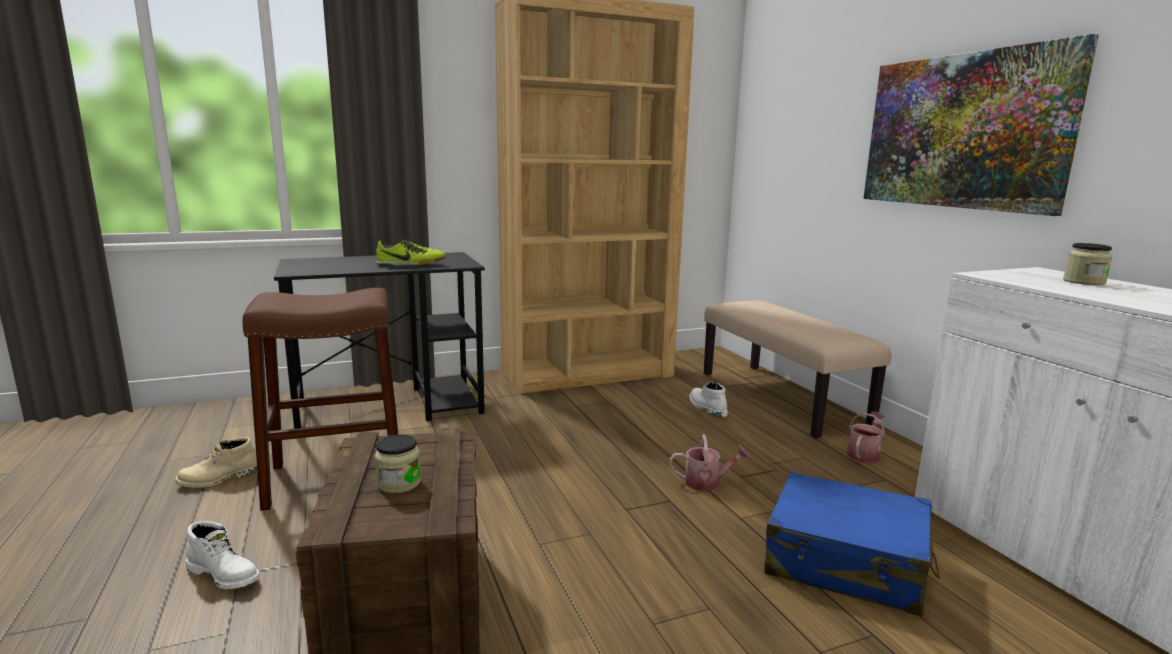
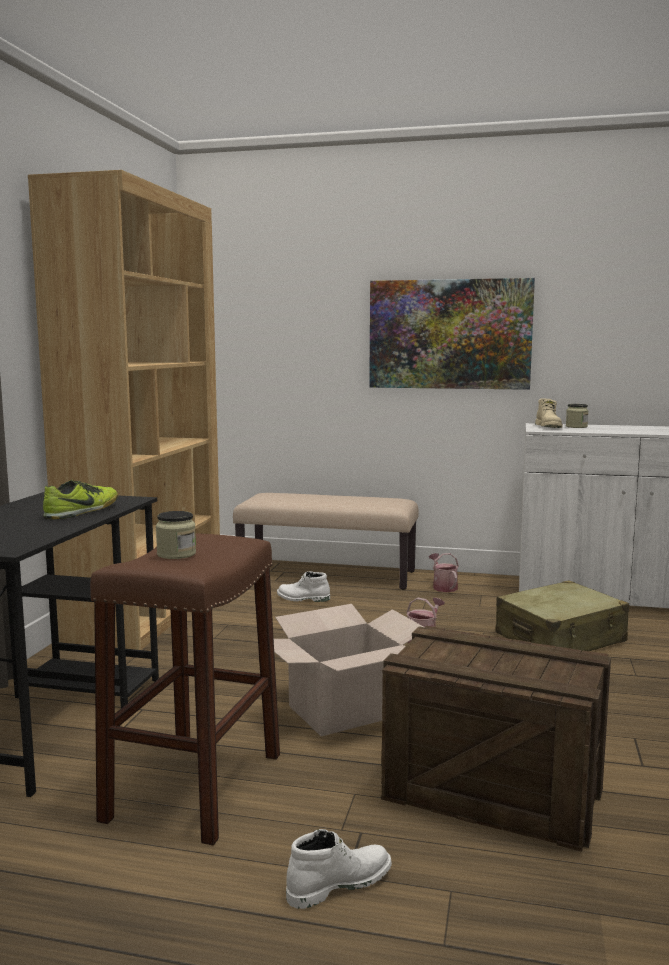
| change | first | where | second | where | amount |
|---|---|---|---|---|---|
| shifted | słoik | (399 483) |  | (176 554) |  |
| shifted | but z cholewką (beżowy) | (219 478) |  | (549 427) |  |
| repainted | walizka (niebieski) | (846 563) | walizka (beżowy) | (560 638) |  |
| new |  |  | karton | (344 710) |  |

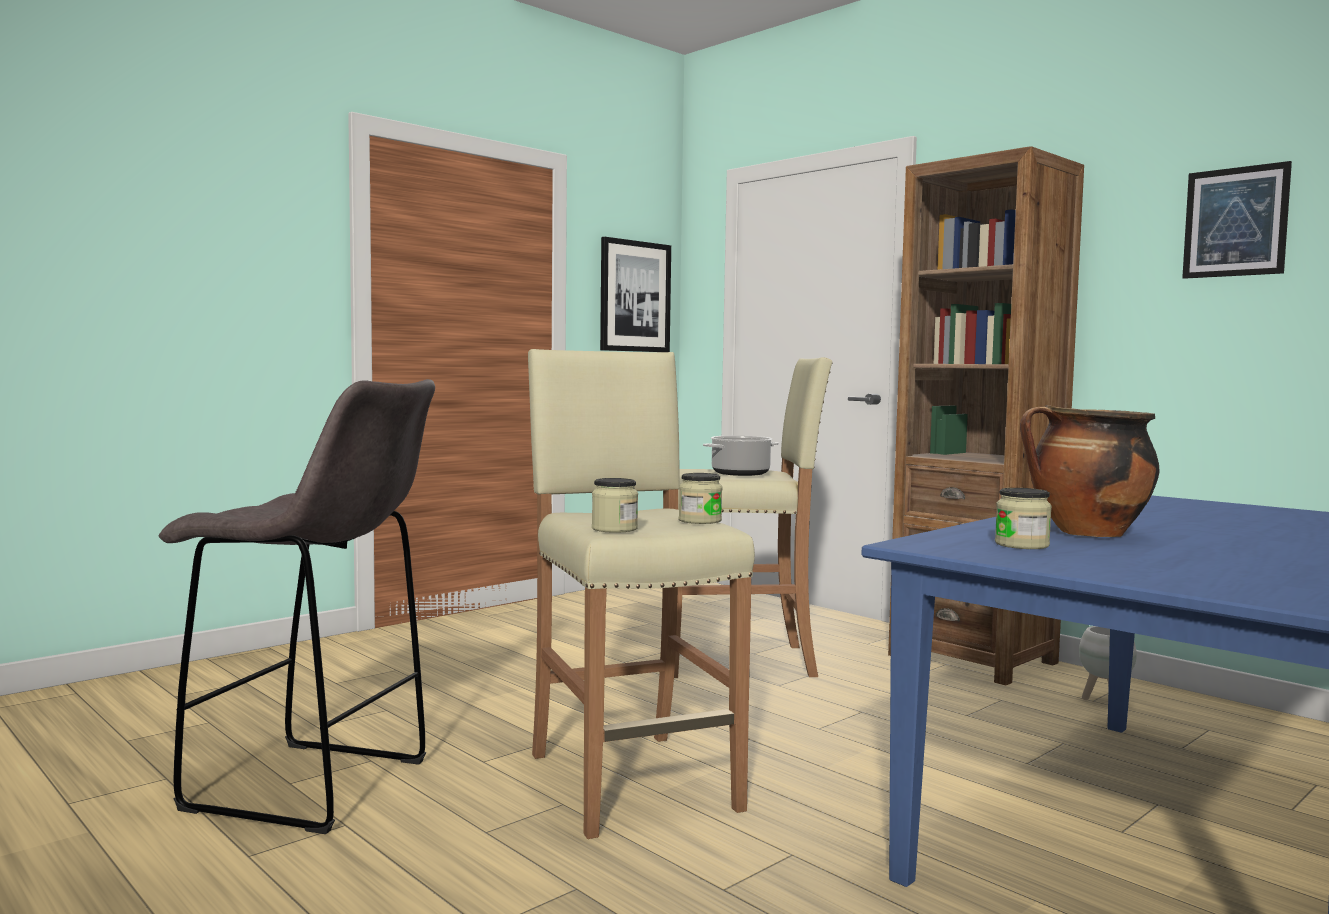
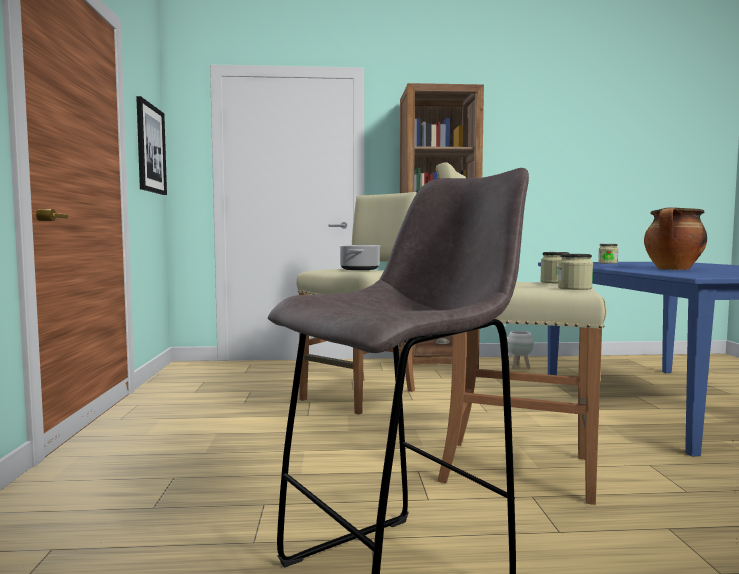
| change | first | where | second | where | amount |
|---|---|---|---|---|---|
| gone | obraz | (1235 222) |  |  |  |
| shifted | słoik | (1021 545) |  | (607 263) |  |

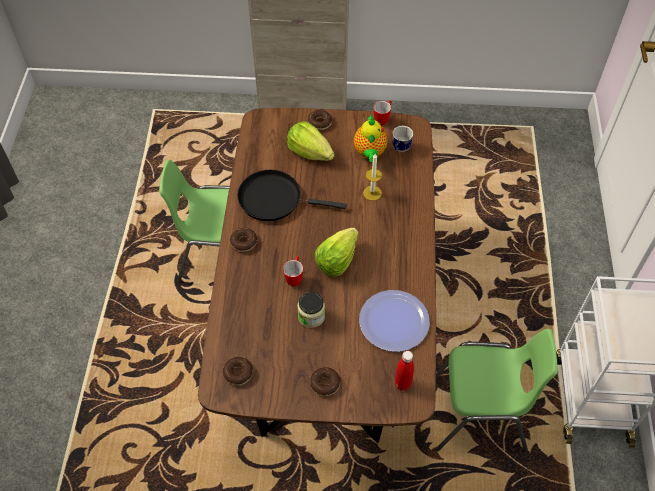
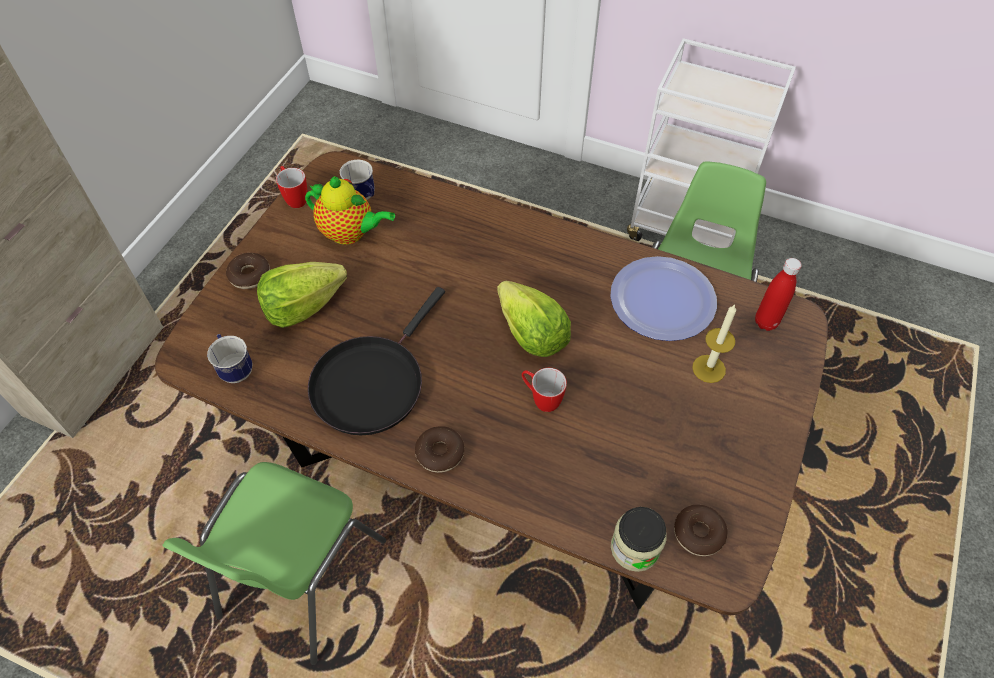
| change | first | where | second | where | amount |
|---|---|---|---|---|---|
| shifted | świeca | (372 193) |  | (709 368) |  |
| shifted | słoik | (311 316) |  | (635 548) |  |
| gone | donut | (325 383) |  |  |  |
| new |  |  | kubek | (235 368) |  |

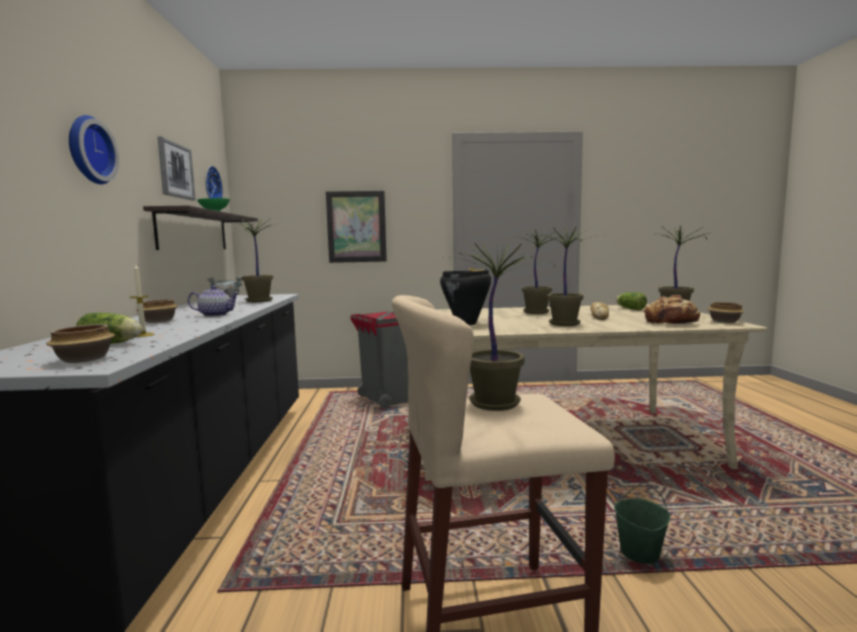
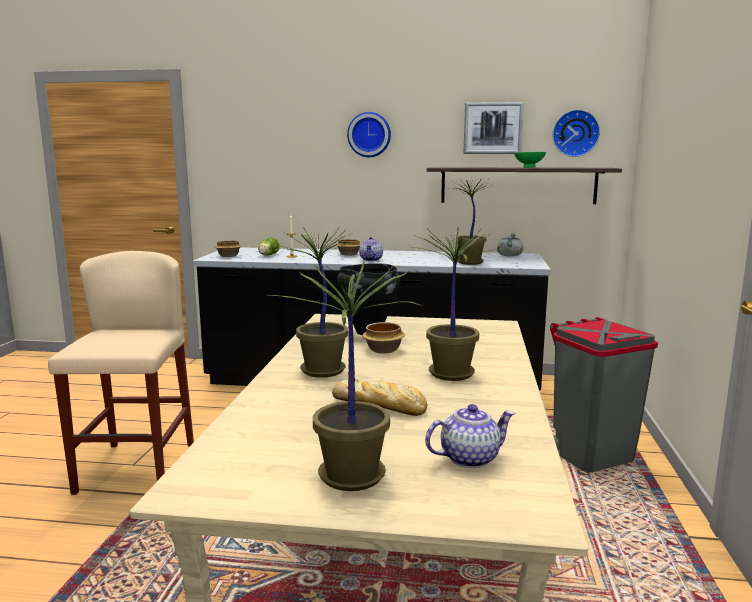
| change | first | where | second | where | amount |
|---|---|---|---|---|---|
| gone | obraz | (356 227) |  |  |  |
| gone | roślina doniczkowa | (496 403) |  |  |  |
| swapped | sałata | (629 309) | imbryk | (469 458) |  |
| gone | chleb | (671 323) |  |  |  |
| shifted | miska | (724 321) |  | (384 350) |  |
| gone | wiadro (zielony) | (639 554) |  |  |  |

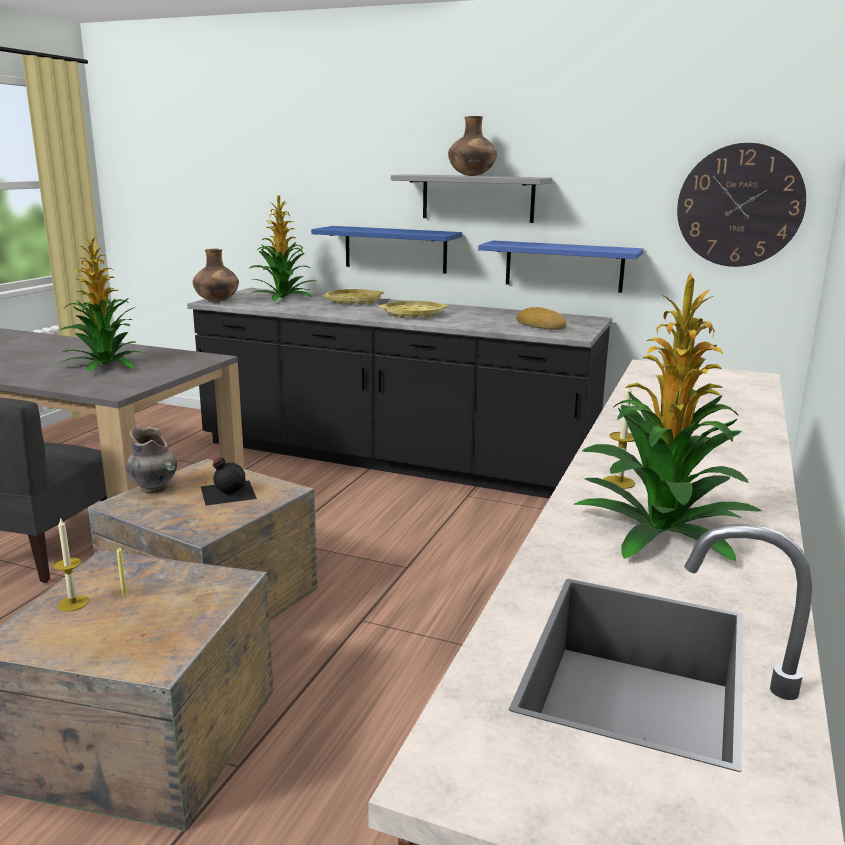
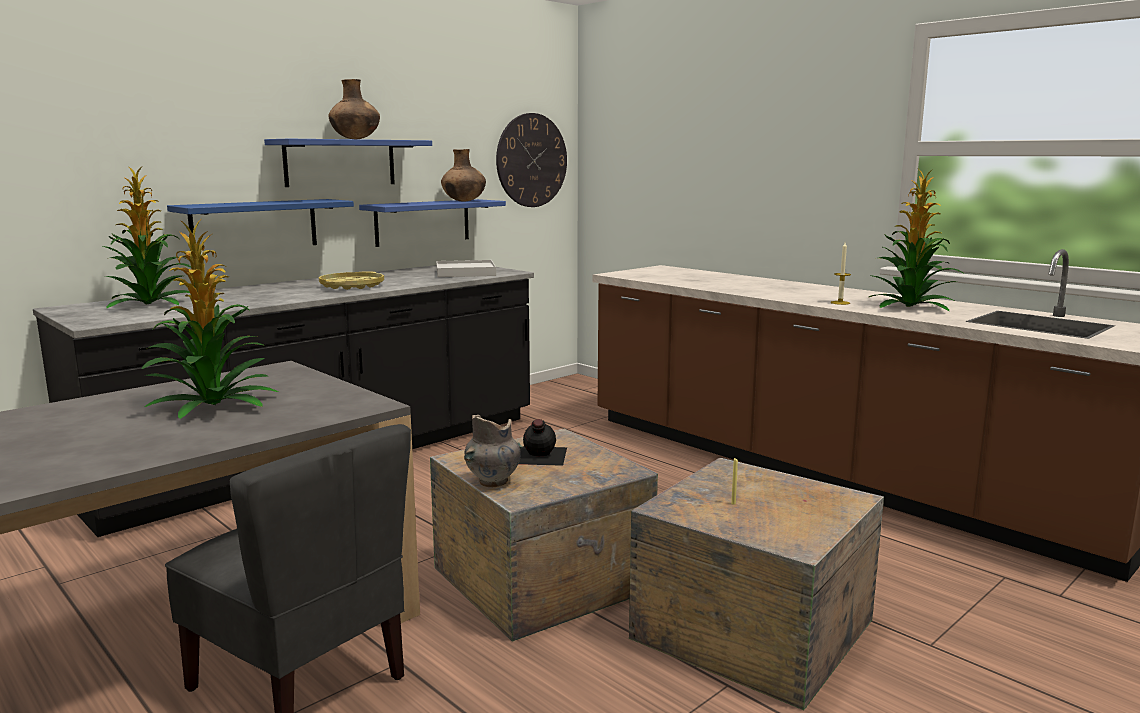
| change | first | where | second | where | amount |
|---|---|---|---|---|---|
| repainted | półka (szary) | (477 198) | półka (niebieski) | (340 163) |  |
| shifted | wazon (brązowy) | (217 301) |  | (464 201) |  |
| gone | taca (żółty) | (353 301) |  |  |  |
| swapped | chleb | (541 325) | taca (biały) | (465 272) |  |
| gone | świeca | (73 603) |  |  |  |

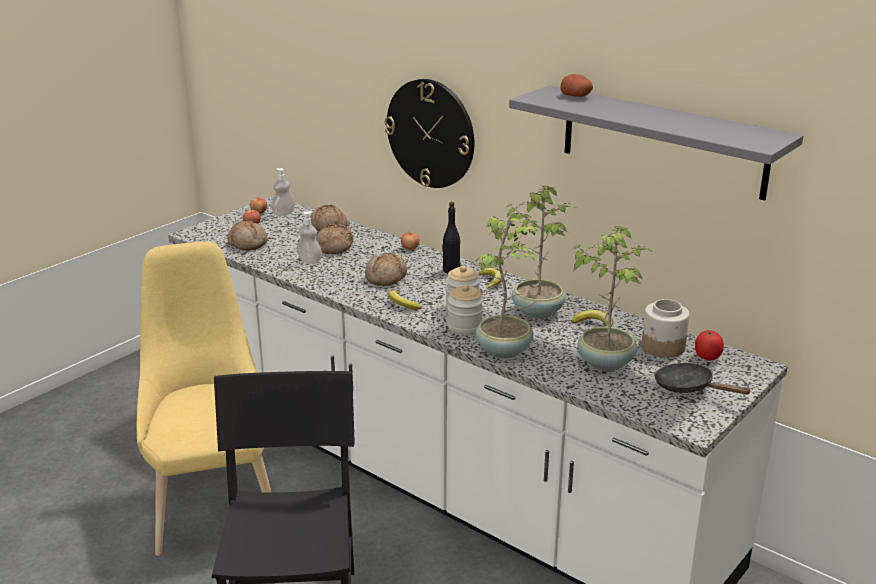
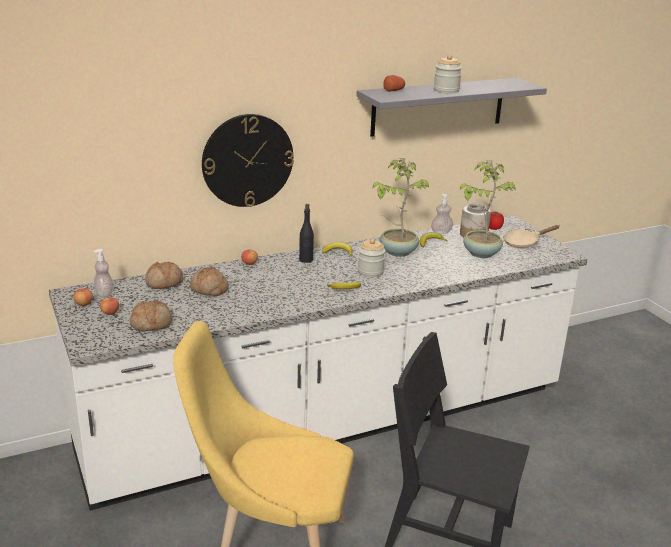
| change | first | where | second | where | amount |
|---|---|---|---|---|---|
| shifted | dozownik mydła | (309 261) |  | (441 232) |  |
| gone | roślina doniczkowa | (505 350) |  |  |  |
| gone | chleb | (386 278) |  |  |  |
| shifted | słoik | (465 328) |  | (446 90) |  |
| repainted | patelnia (czarny) | (689 387) | patelnia (beżowy) | (524 243) |  |

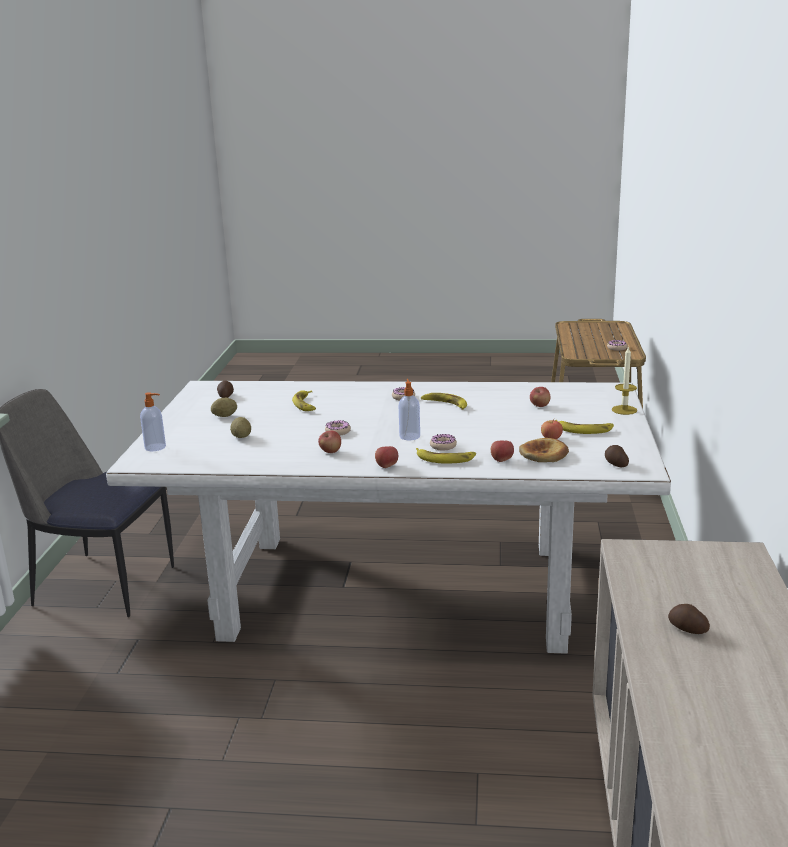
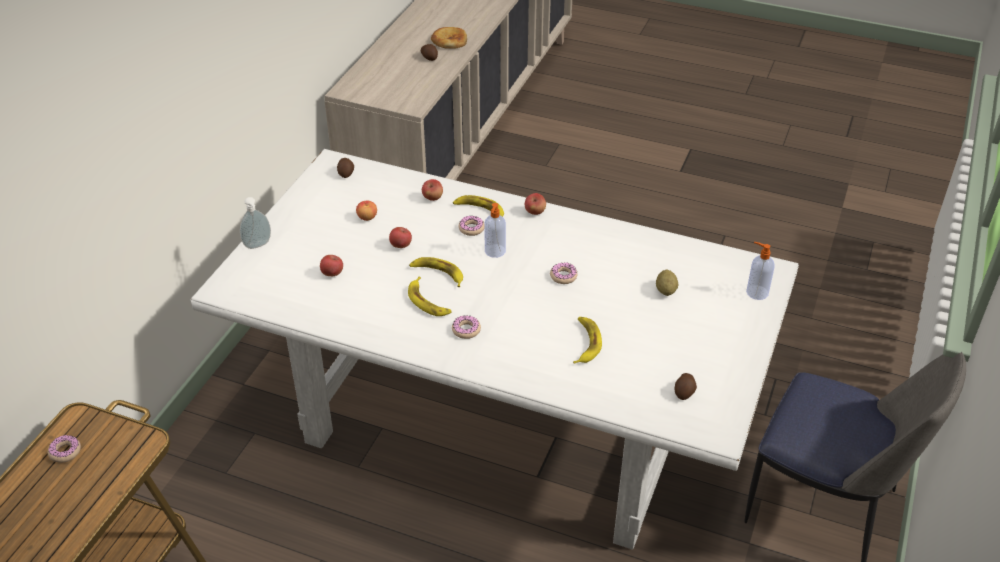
| change | first | where | second | where | amount |
|---|---|---|---|---|---|
| swapped | świeca | (624 410) | dozownik mydła | (258 245) |  |
| gone | ziemniak | (224 416) |  |  |  |
| shifted | banan | (584 430) |  | (437 273) |  |
| shifted | jabłko | (330 451) |  | (401 245) |  |
| shifted | chleb | (544 454) |  | (449 40) |  |

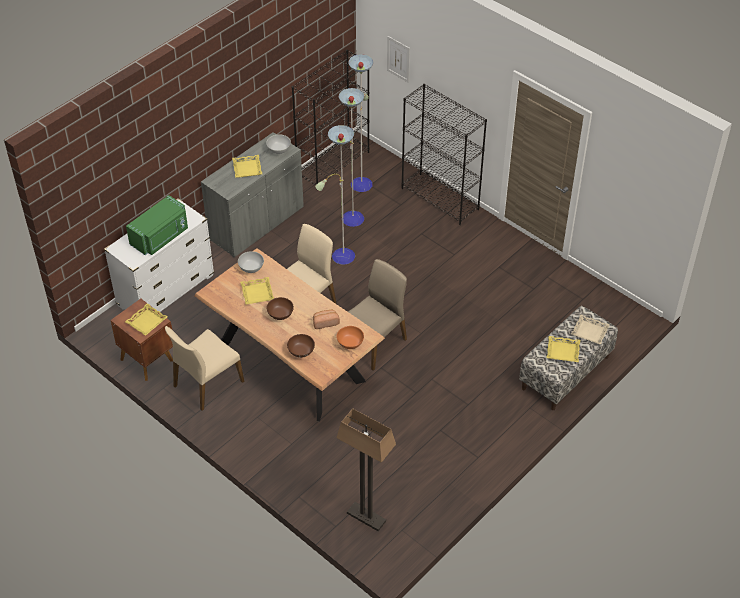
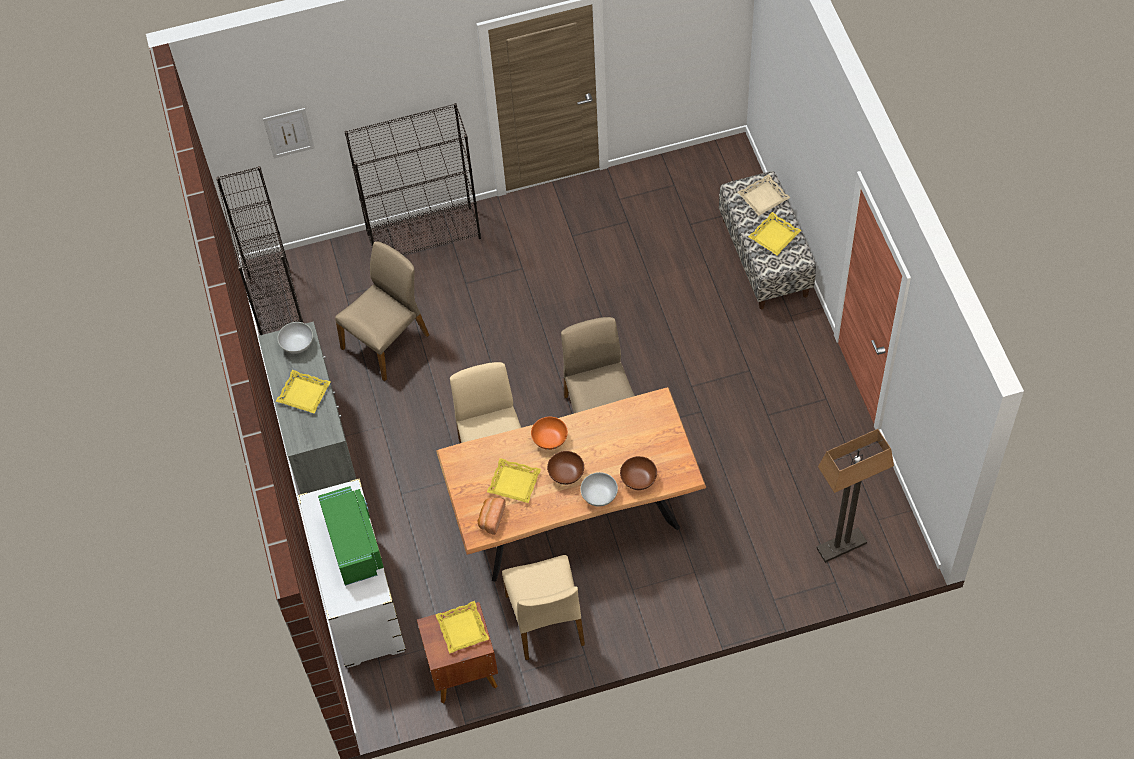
| change | first | where | second | where | amount |
|---|---|---|---|---|---|
| swapped | lampa stojąca | (351 218) | krzesło (beżowy) | (386 341) |  |
| shifted | miska (biały) | (251 268) |  | (599 496) |  |
| shifted | chleb | (325 322) |  | (491 519) |  |
| shifted | miska (pomarańczowy) | (350 344) |  | (550 440) |  |

